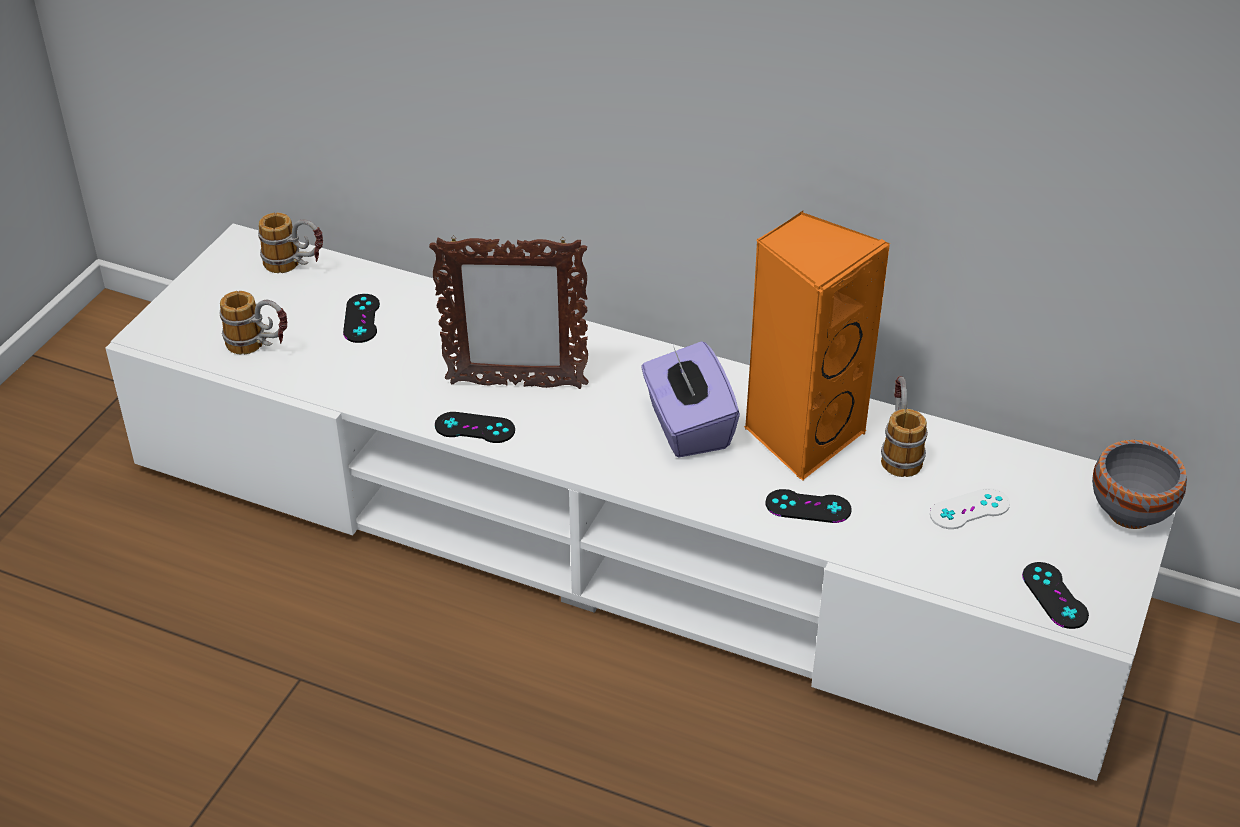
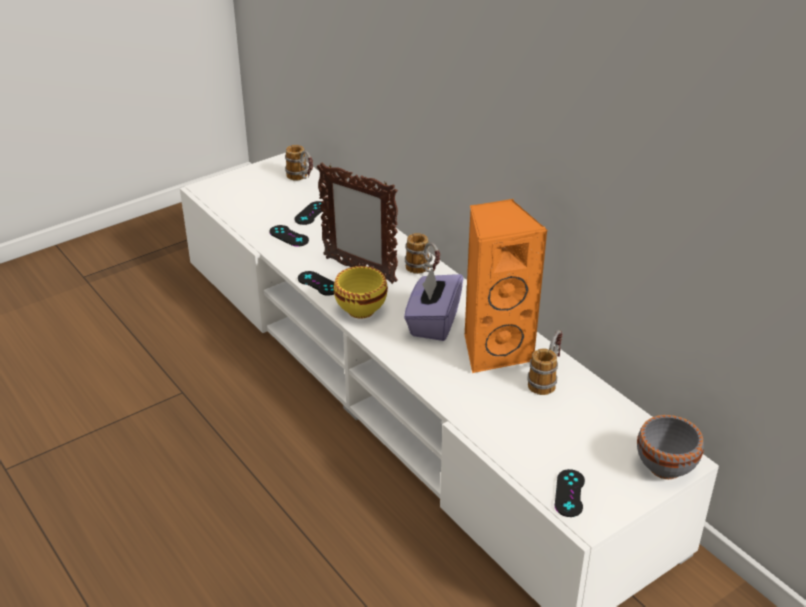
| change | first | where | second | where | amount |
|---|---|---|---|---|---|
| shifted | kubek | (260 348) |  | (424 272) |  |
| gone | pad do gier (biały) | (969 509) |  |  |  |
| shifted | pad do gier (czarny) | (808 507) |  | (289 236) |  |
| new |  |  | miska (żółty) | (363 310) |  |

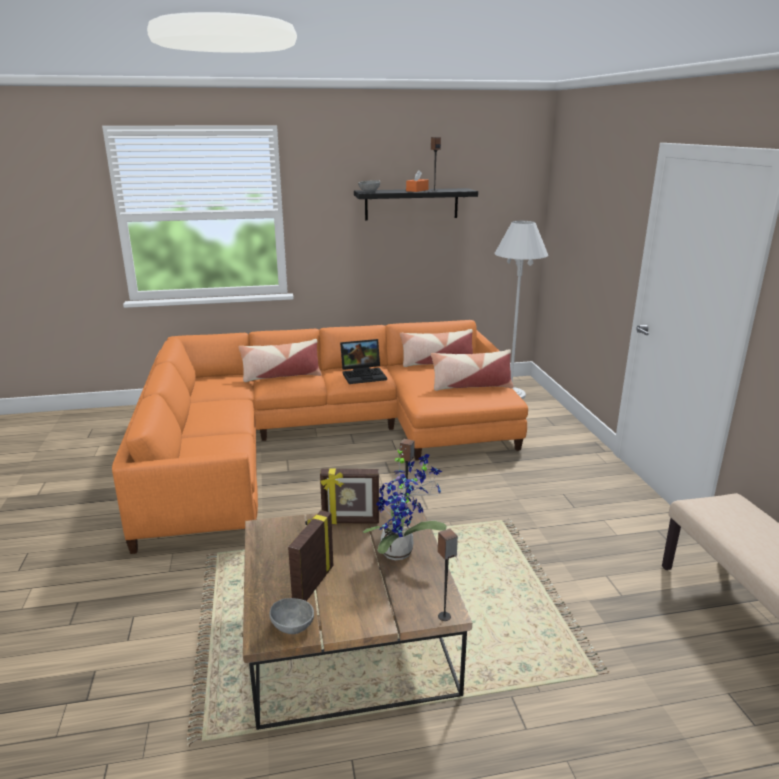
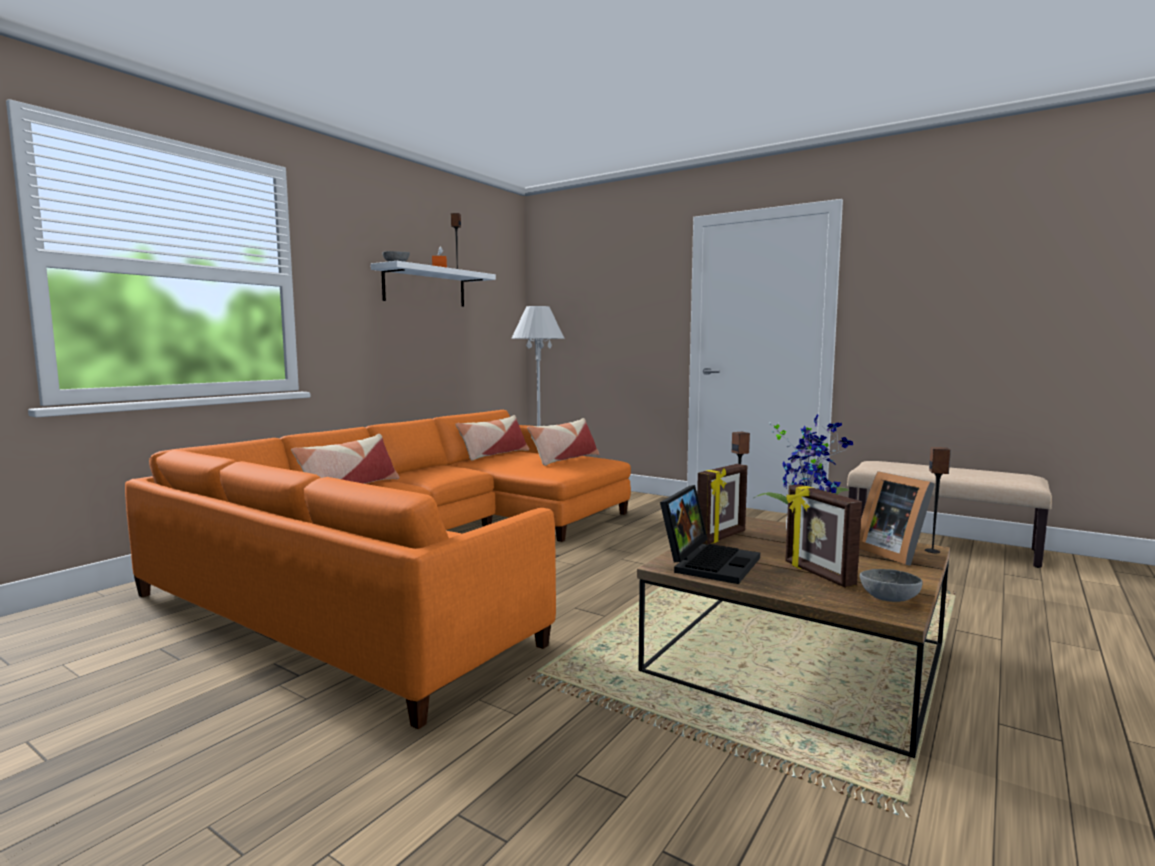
| change | first | where | second | where | amount |
|---|---|---|---|---|---|
| repainted | półka (czarny) | (411 204) | półka (biały) | (425 287) |  |
| shifted | laptop | (364 375) |  | (709 562) |  |
| new |  |  | ramka na zdjęcie | (893 553) |  |

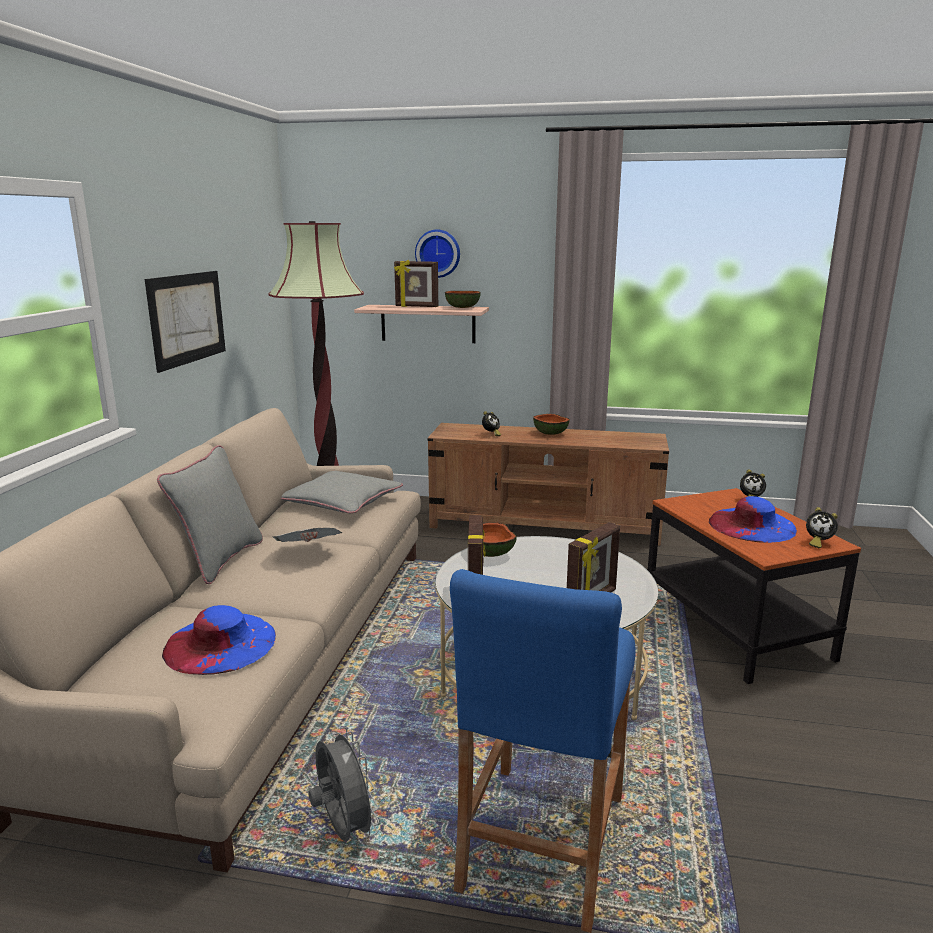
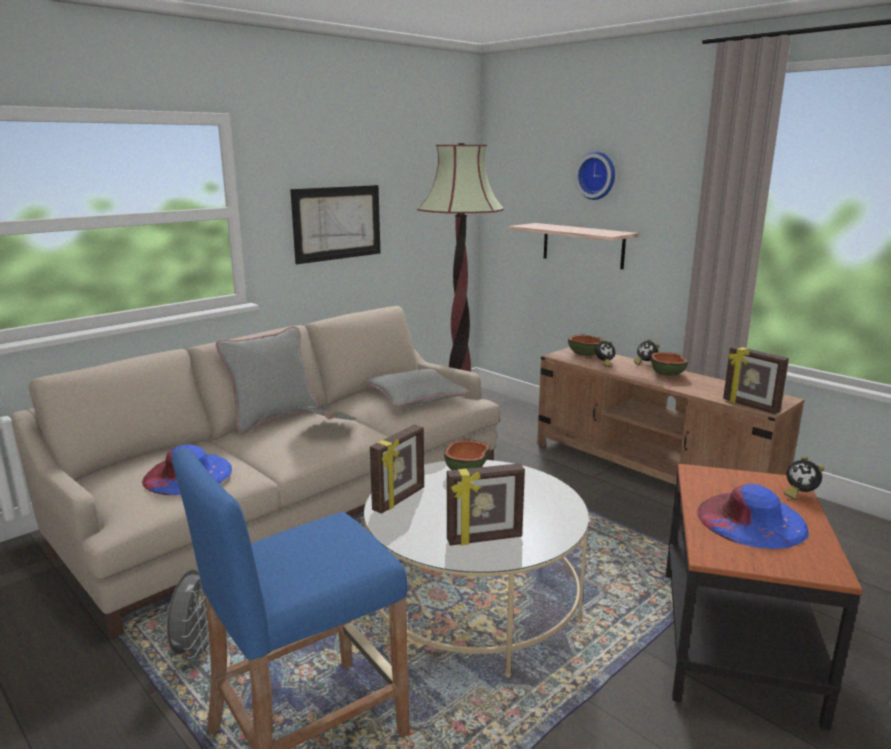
| change | first | where | second | where | amount |
|---|---|---|---|---|---|
| shifted | ramka na zdjęcie | (416 307) |  | (750 406) |  |
| shifted | miska | (463 307) |  | (586 354) |  |
| shifted | budzik | (817 542) |  | (645 363) |  |

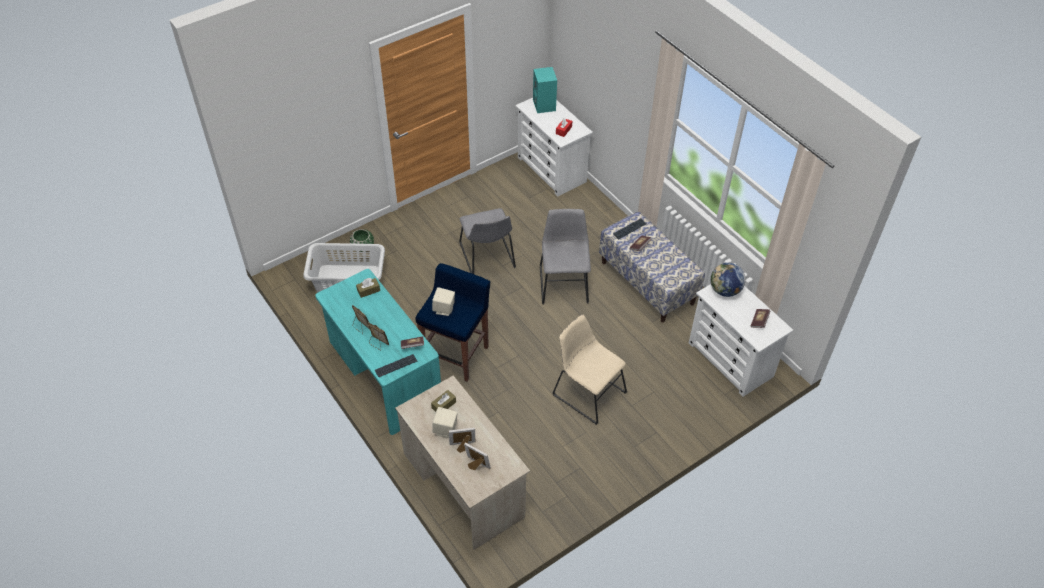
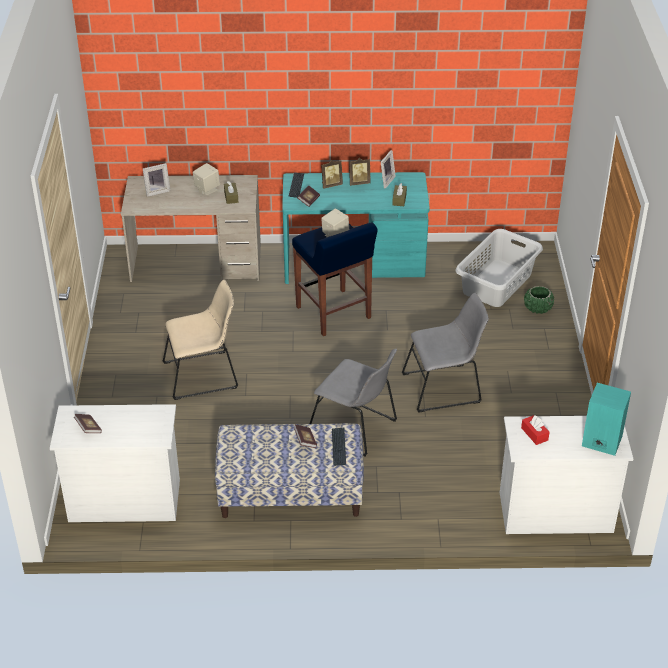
| change | first | where | second | where | amount |
|---|---|---|---|---|---|
| rotated | krzesło (szary) | (488 257) |  | (444 387) | 150 degrees clockwise |
| gone | globus | (725 290) |  |  |  |
| shifted | ramka na zdjęcie | (463 447) |  | (385 181) |  |

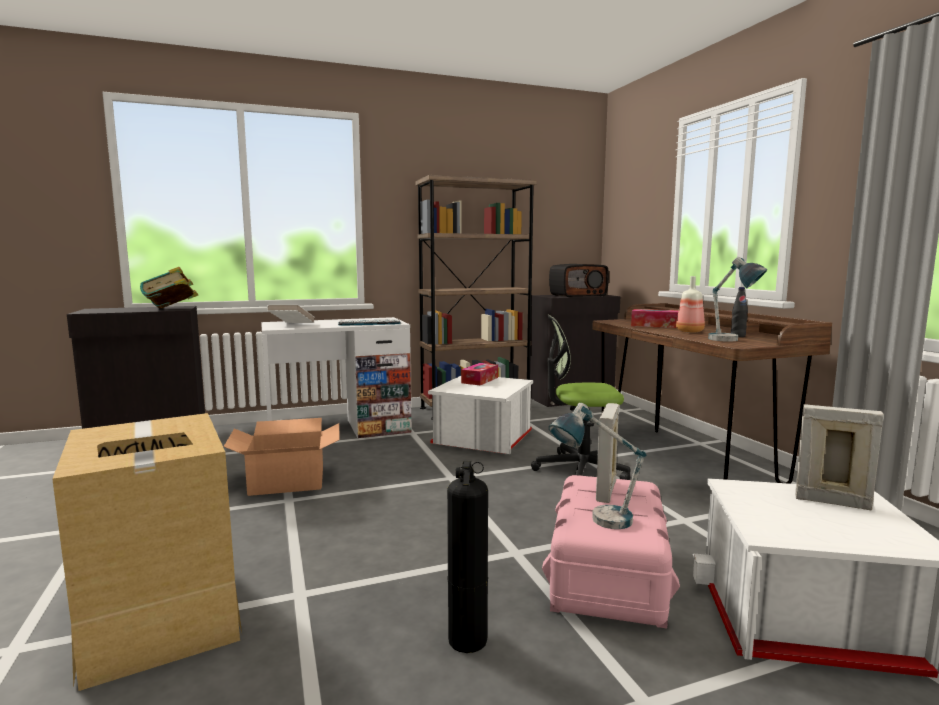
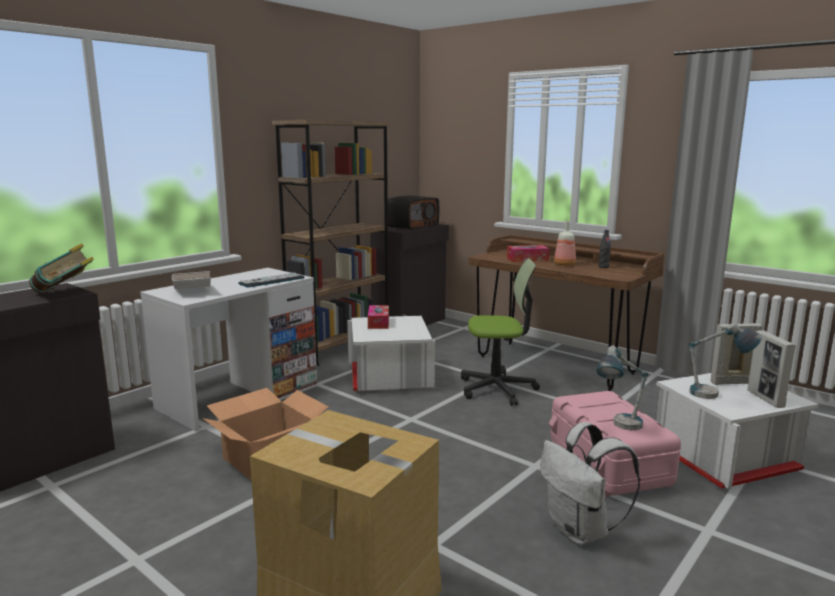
| change | first | where | second | where | amount |
|---|---|---|---|---|---|
| shifted | lampa stołowa | (731 341) |  | (716 397) |  |
| rotated | krzesło biurowe | (580 469) |  | (497 389) | 150 degrees counterclockwise |
| shifted | ramka na zdjęcie | (606 491) |  | (765 399) |  |
| swapped | gaśnica | (467 638) | plecak (biały) | (581 531) |  |

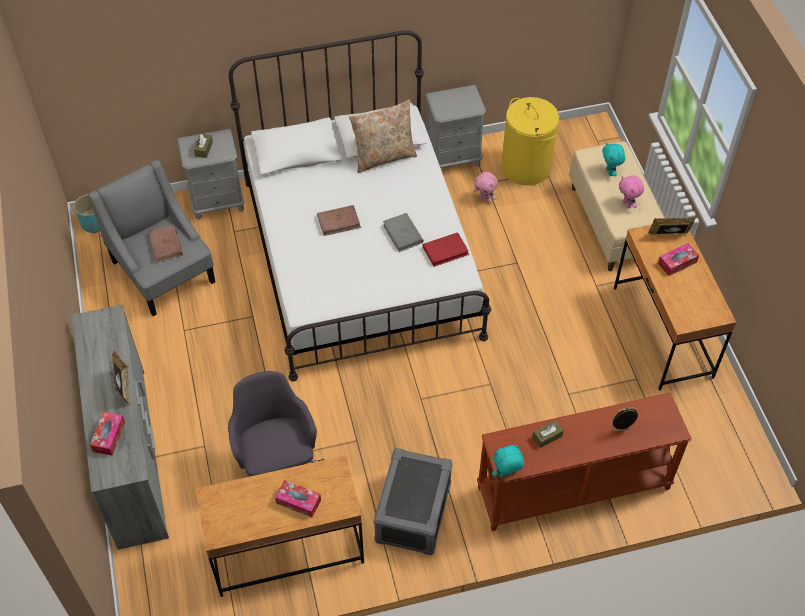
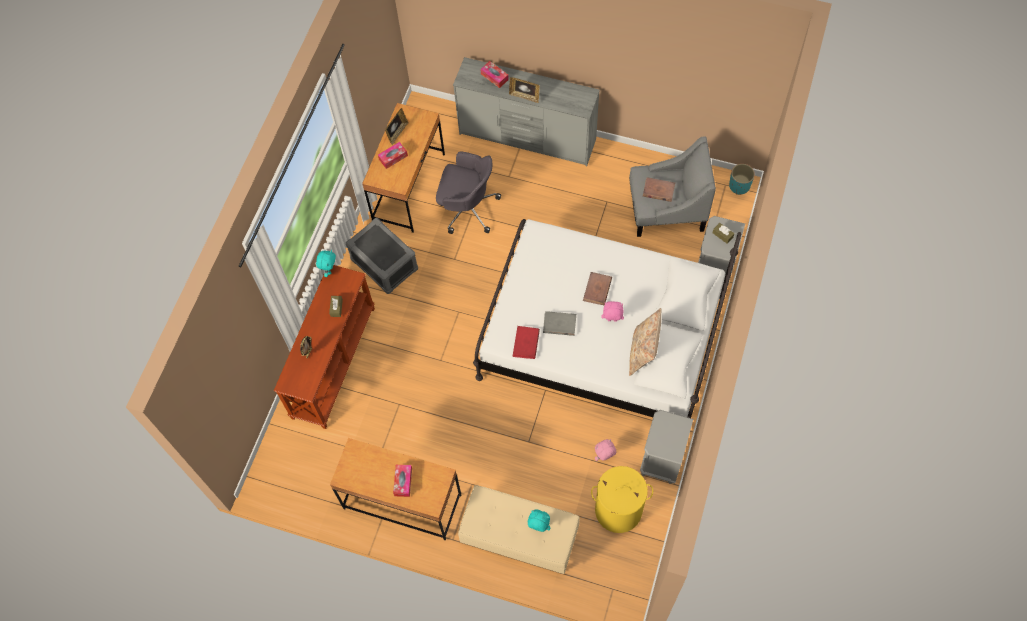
| change | first | where | second | where | amount |
|---|---|---|---|---|---|
| shifted | pluszak (różowy) | (627 204) |  | (612 320) |  |
| shifted | ramka na zdjęcie | (669 236) |  | (397 133) |  |

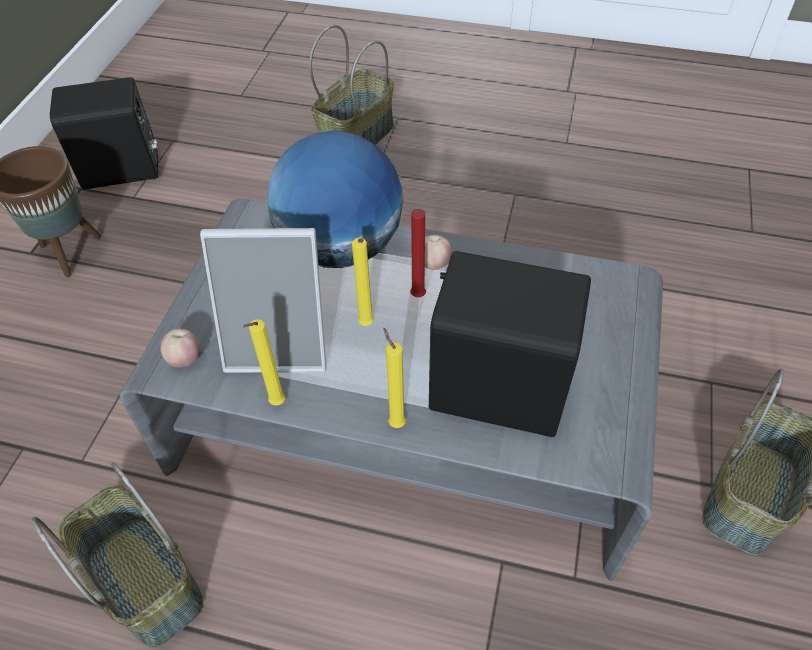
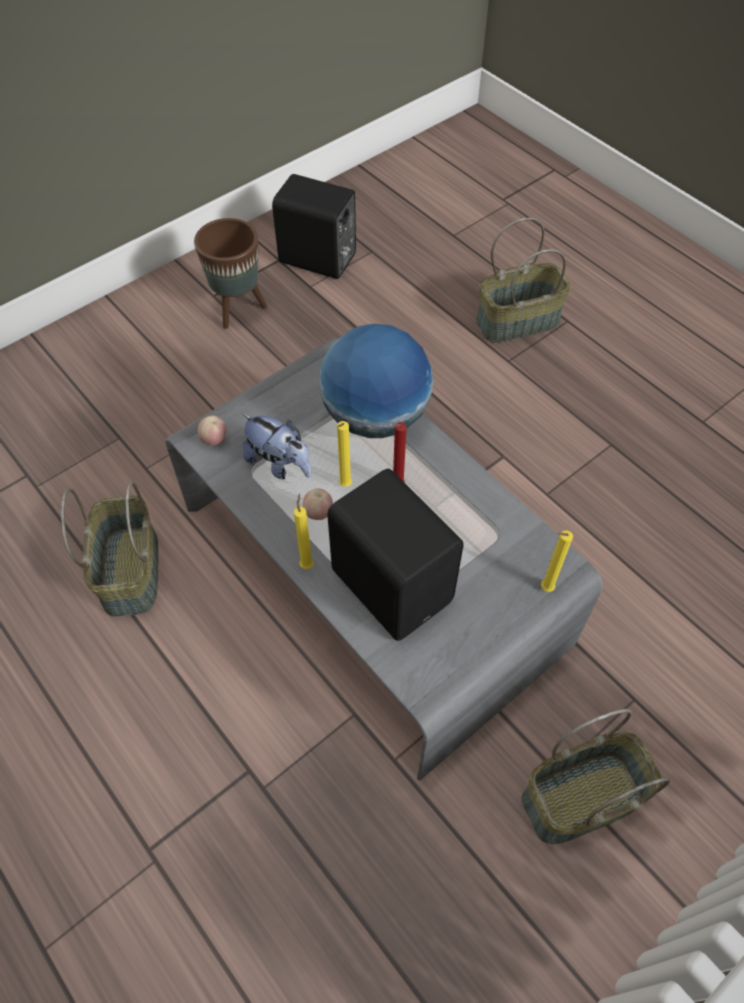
| change | first | where | second | where | amount |
|---|---|---|---|---|---|
| swapped | ramka na zdjęcie | (280 343) | pluszak | (279 464) |  |
| shifted | jabłko | (434 264) |  | (318 513) |  |
| shifted | świeca (żółty) | (275 404) |  | (544 589) |  |

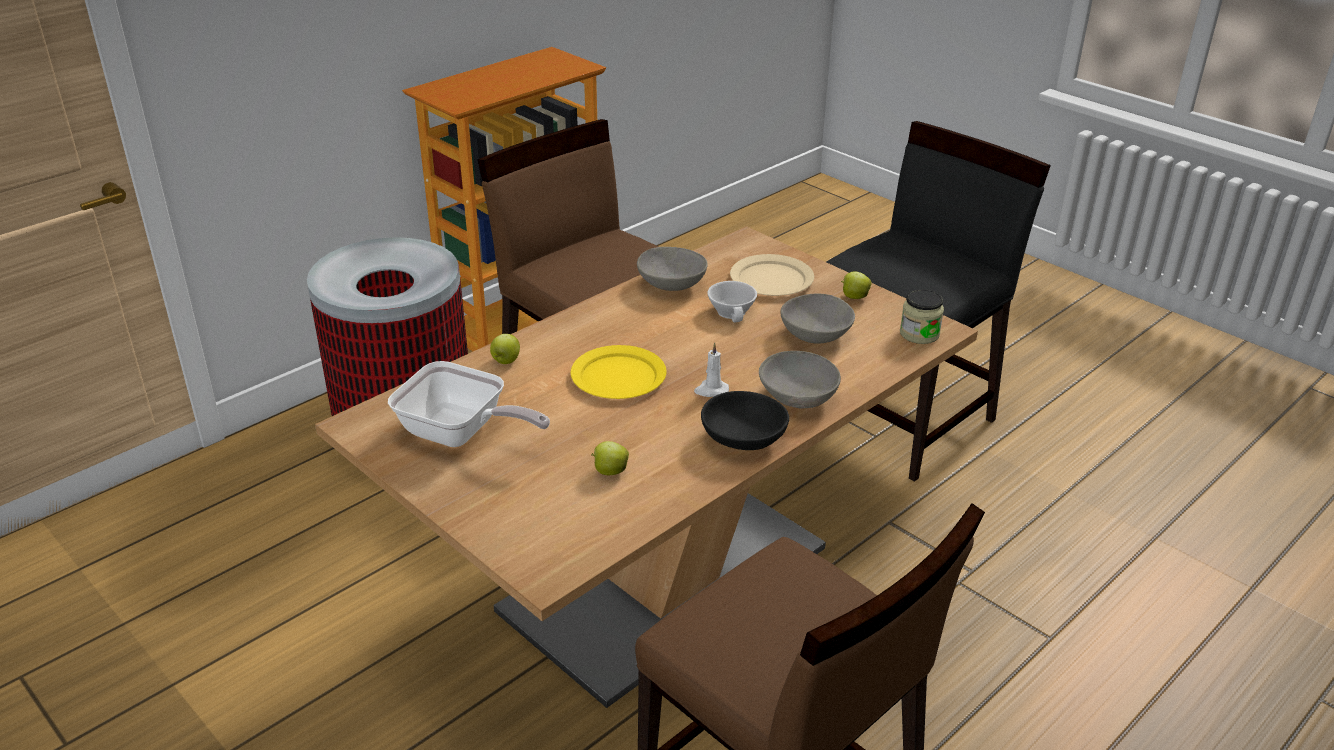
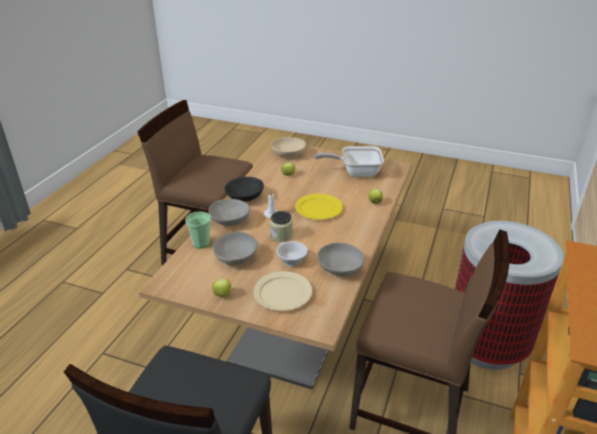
| change | first | where | second | where | amount |
|---|---|---|---|---|---|
| shifted | słoik | (919 334) |  | (281 236) |  |
| new |  |  | miska (beżowy) | (288 154) |  |
| new |  |  | filiżanka | (201 243) |  |

